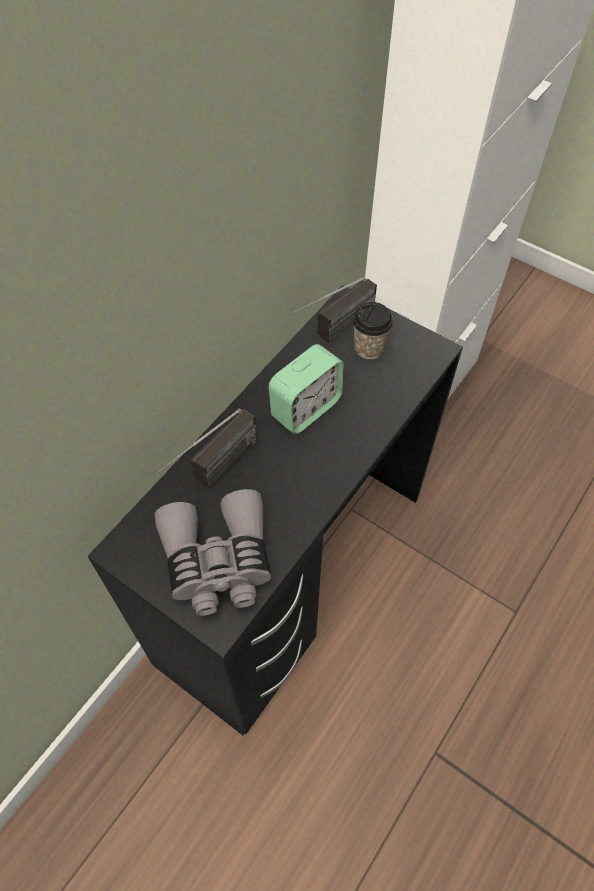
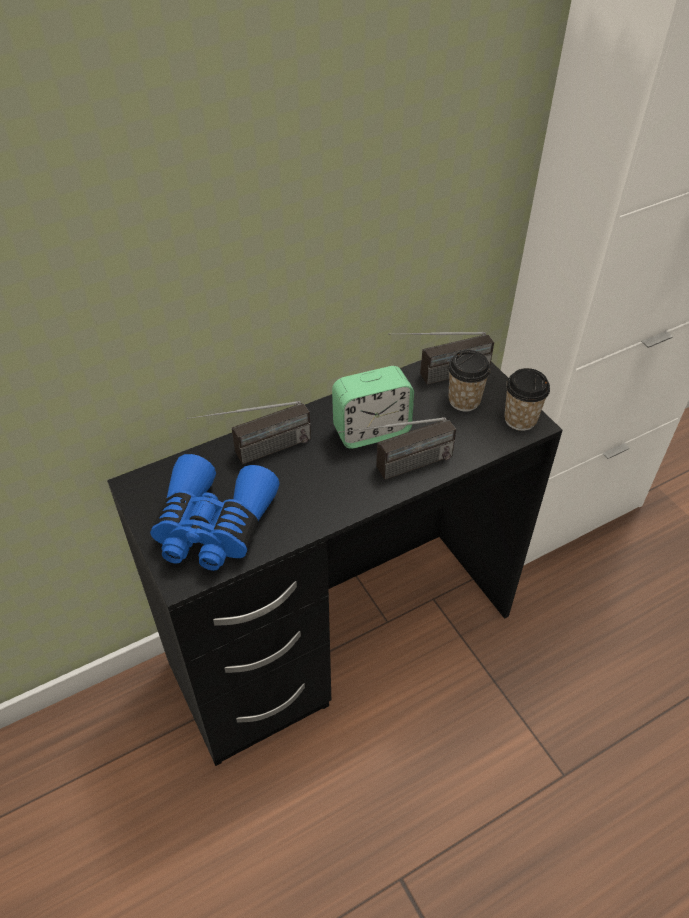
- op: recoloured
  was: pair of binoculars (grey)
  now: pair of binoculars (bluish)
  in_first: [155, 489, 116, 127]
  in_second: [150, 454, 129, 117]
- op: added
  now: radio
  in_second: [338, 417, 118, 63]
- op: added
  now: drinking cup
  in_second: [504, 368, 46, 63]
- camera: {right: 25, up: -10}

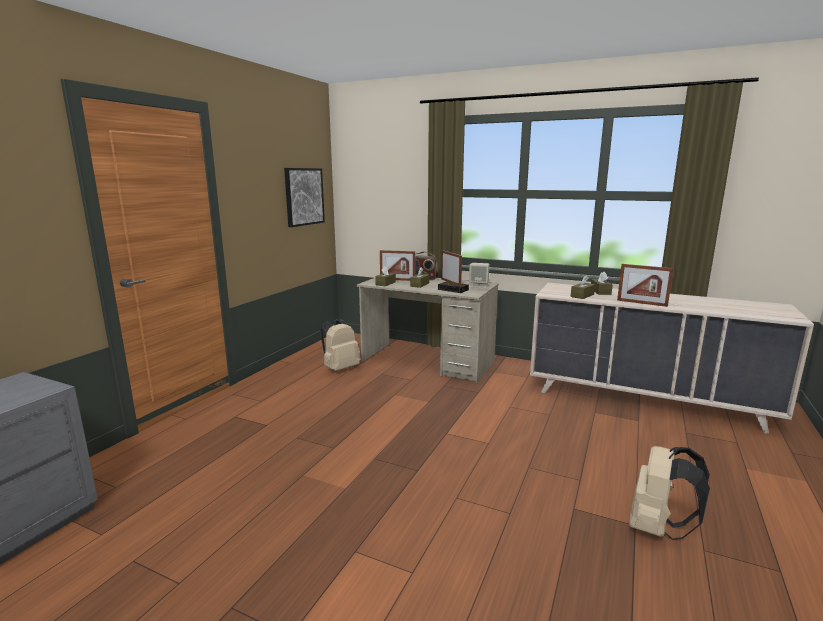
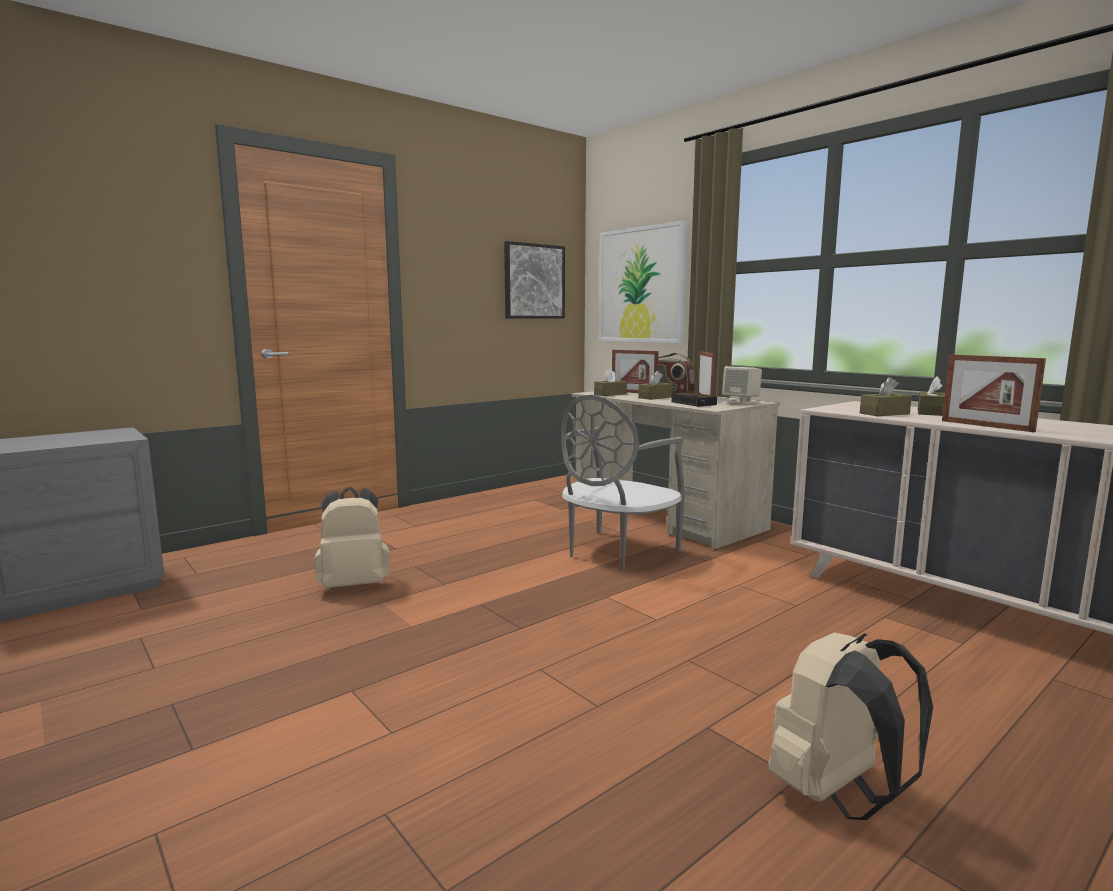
- op: moved
  was: backpack (beige)
  in_first: [320, 319, 41, 52]
  in_second: [314, 487, 77, 101]
- op: added
  now: plain chair (grey)
  in_second: [561, 395, 124, 176]
- op: added
  now: wall picture
  in_second: [599, 221, 89, 122]
- camera: {right: 25, up: -5}

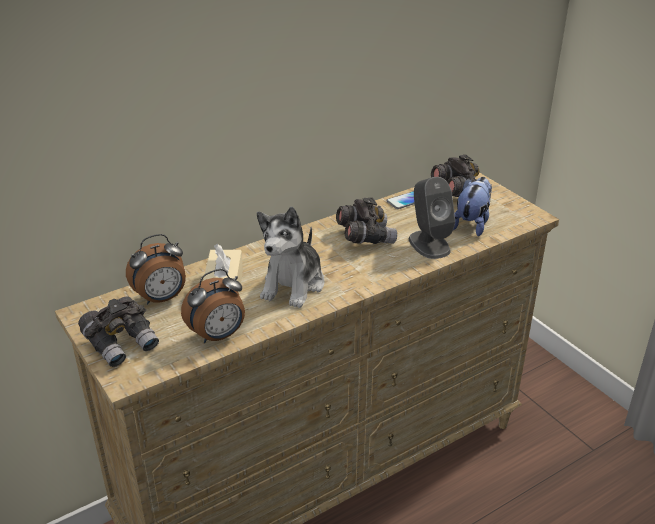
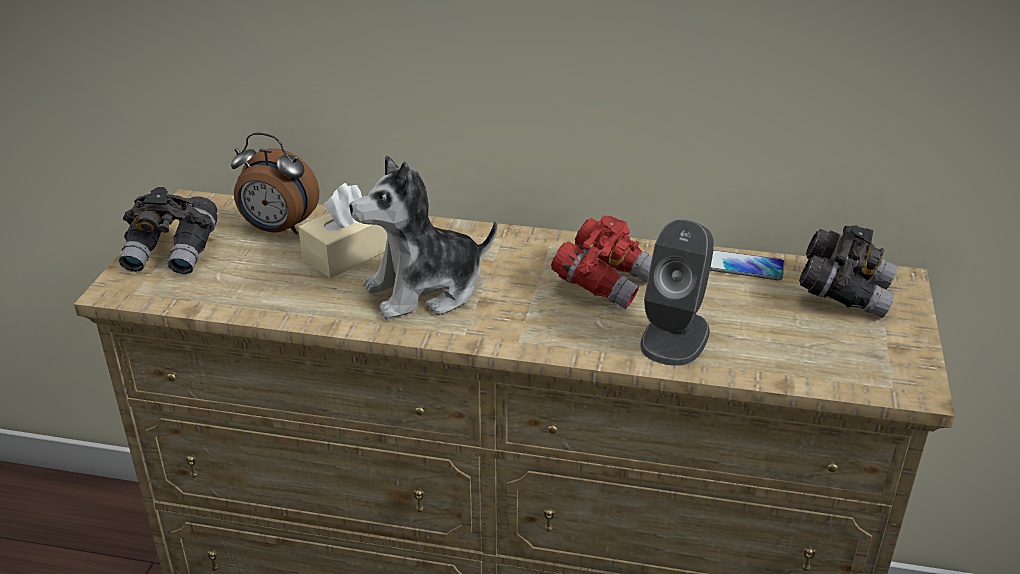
- op: recoloured
  was: pair of binoculars (grey)
  now: pair of binoculars (red)
  in_first: [336, 197, 61, 47]
  in_second: [551, 216, 101, 93]
- op: removed
  was: bedside clock
  in_first: [181, 269, 64, 74]
- op: removed
  was: cuddly toy
  in_first: [453, 177, 39, 59]
- camera: {right: 45, up: 0}

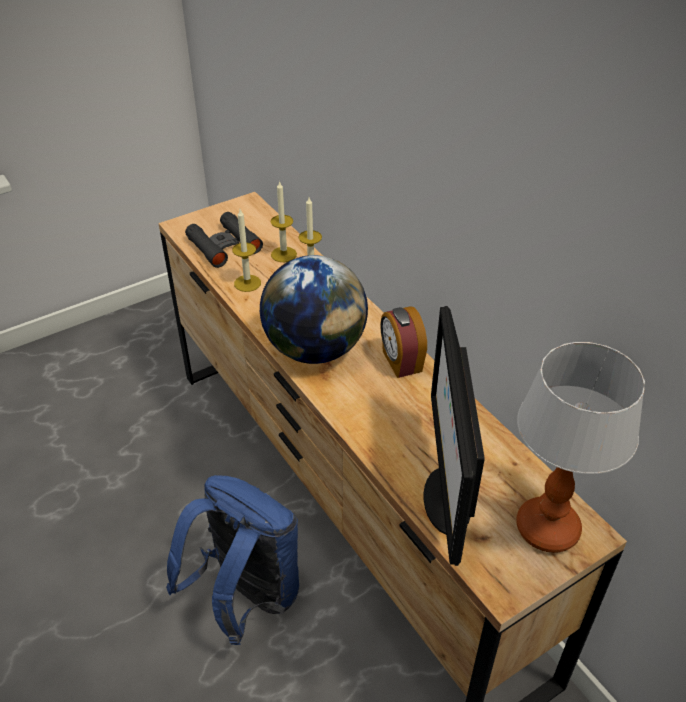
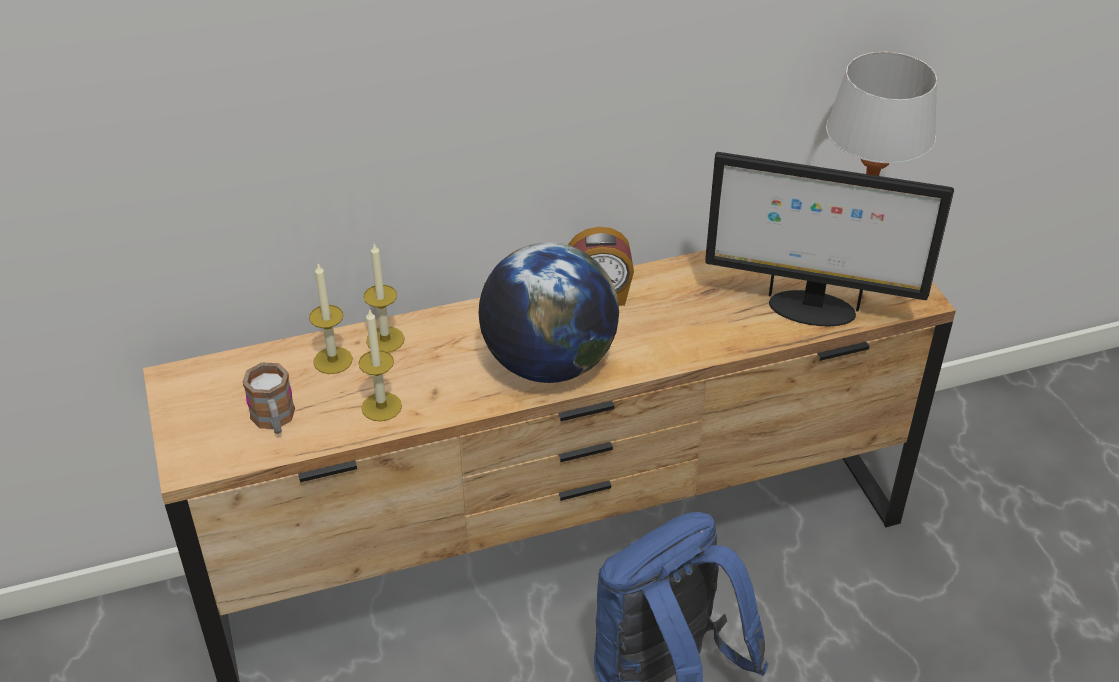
- op: replaced
  was: pair of binoculars (black-coloured)
  now: mug
  in_first: [185, 212, 78, 56]
  in_second: [242, 362, 53, 72]
- camera: {right: -75, up: 0}

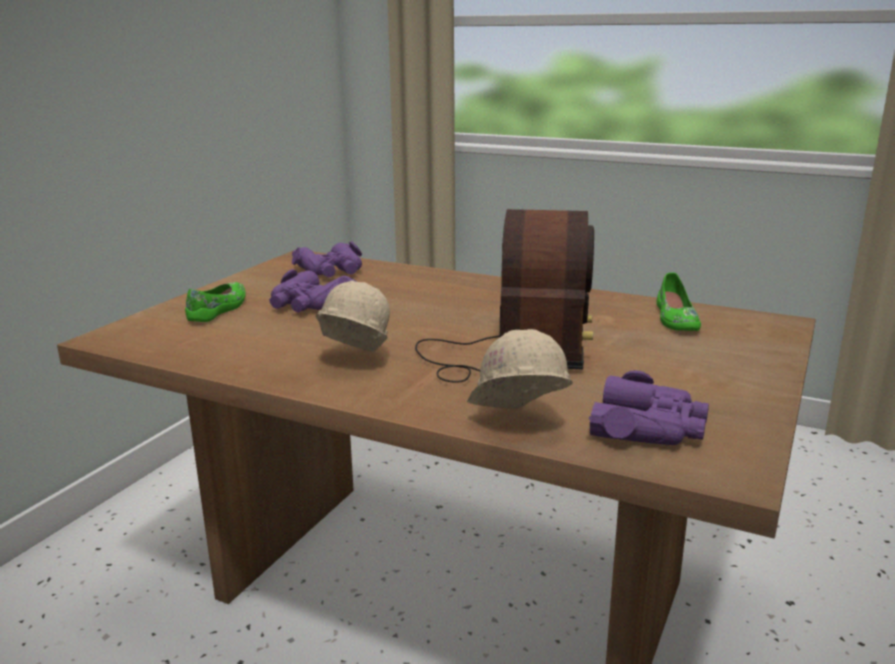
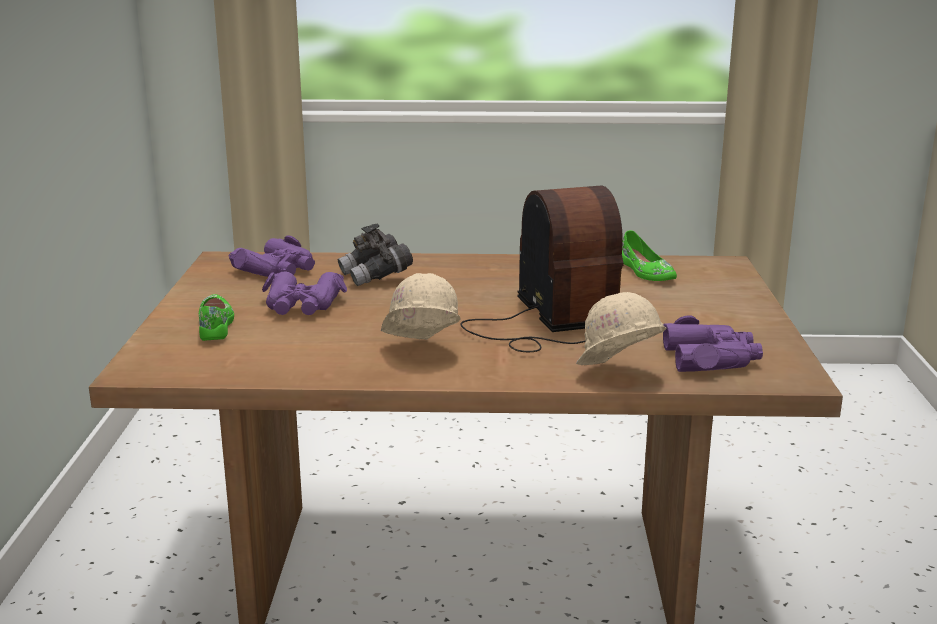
- op: added
  now: pair of binoculars (grey)
  in_second: [338, 224, 75, 62]
- camera: {right: -25, up: 0}

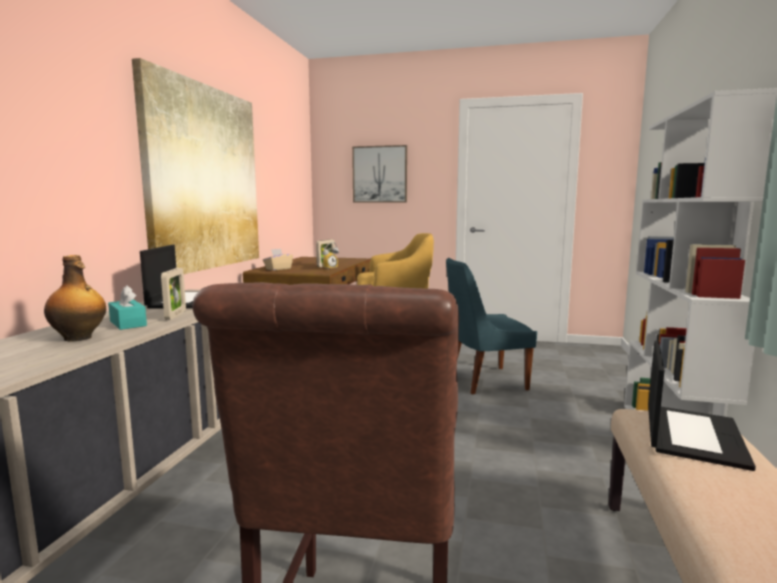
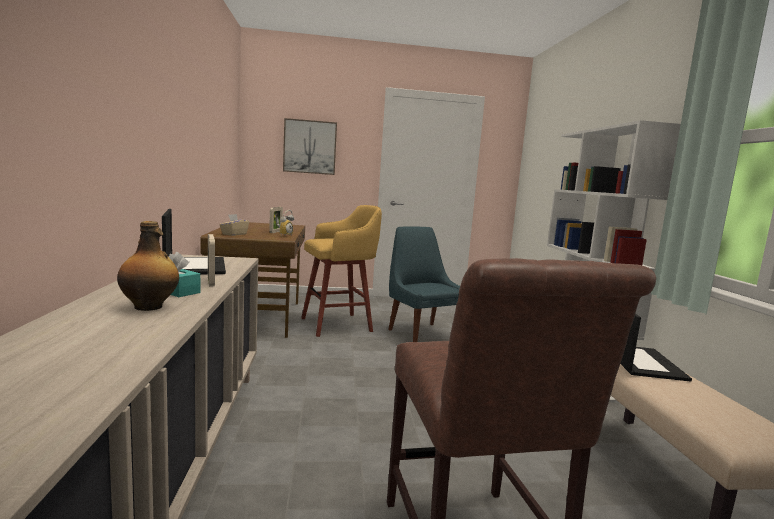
- op: turned
  was: plain chair (bluish)
  in_first: [446, 258, 91, 136]
  in_second: [388, 226, 72, 116]
  clockwise: 90
- op: removed
  was: wall picture
  in_first: [132, 58, 127, 216]
- camera: {right: -20, up: 0}

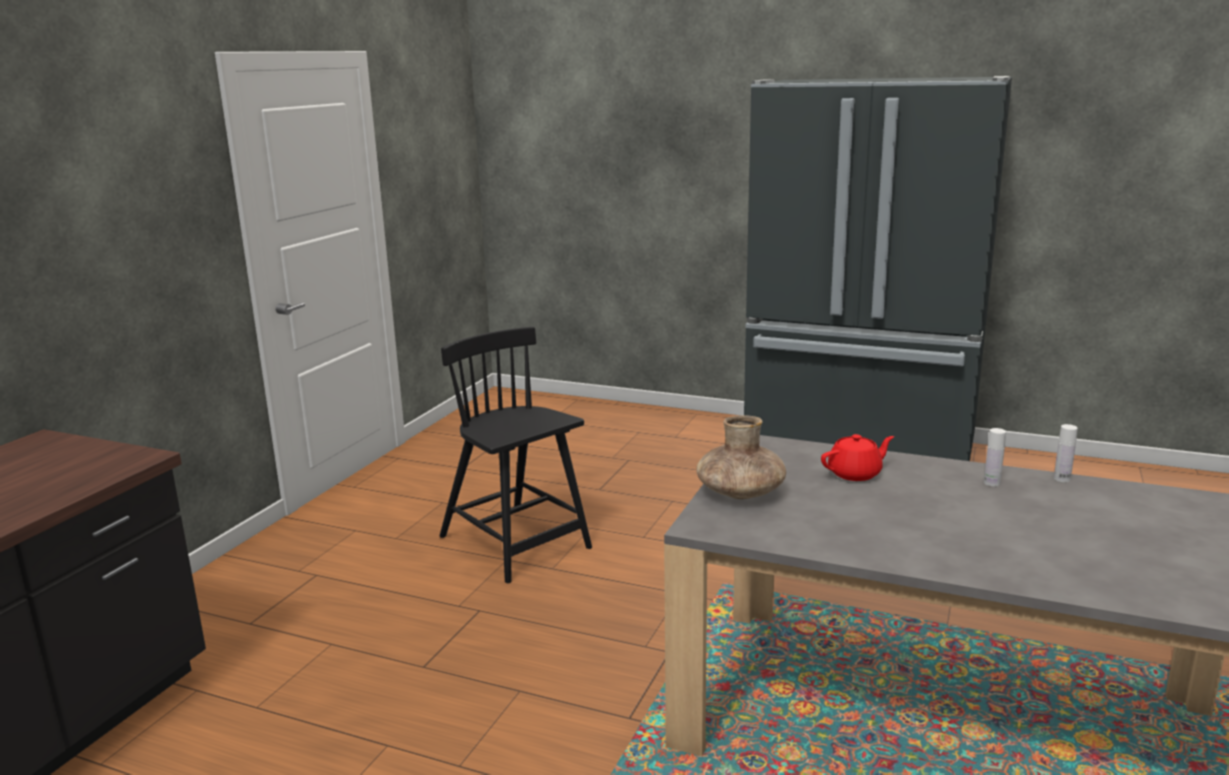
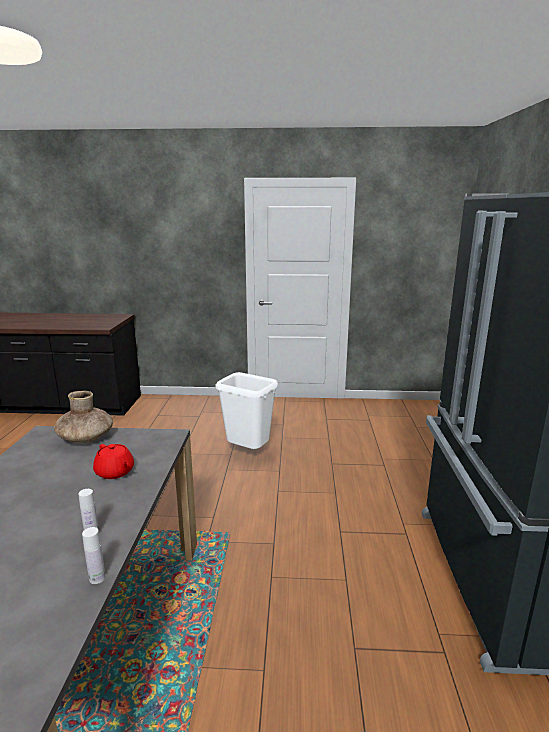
- op: replaced
  was: plain chair (black-coloured)
  now: waste bin (white-coloured)
  in_first: [440, 326, 152, 257]
  in_second: [216, 372, 62, 77]
- camera: {right: 70, up: 0}

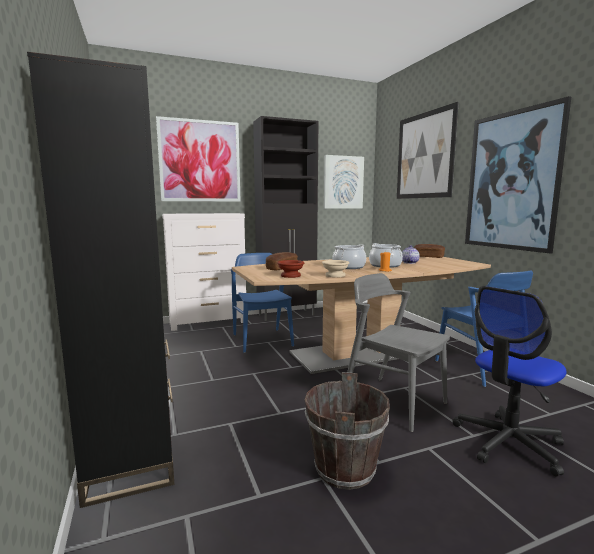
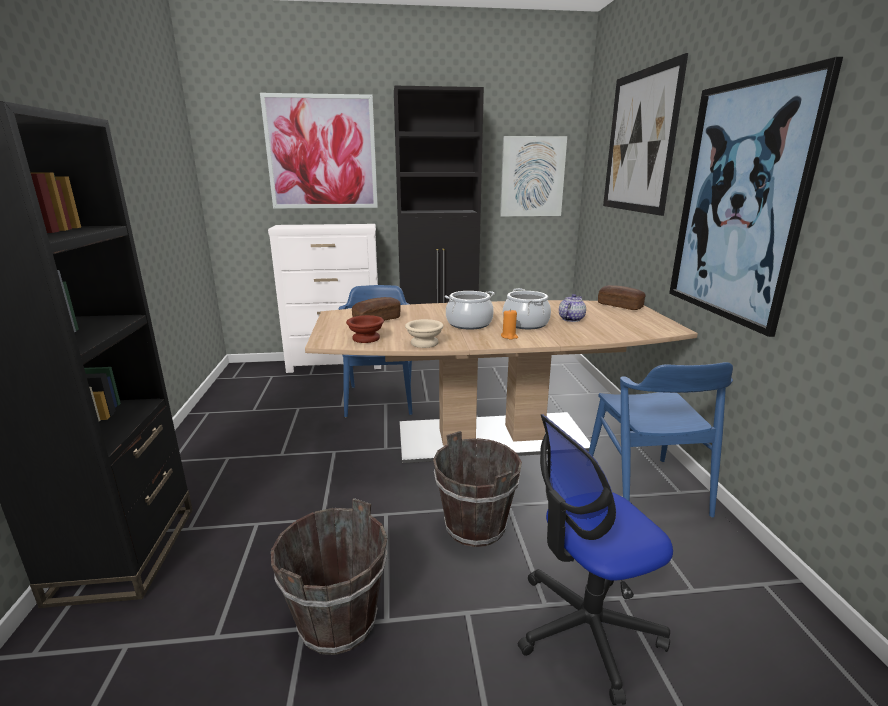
- op: replaced
  was: plain chair (grey)
  now: water bucket (brownish)
  in_first: [347, 273, 103, 159]
  in_second: [433, 431, 89, 116]
- camera: {right: 15, up: 10}

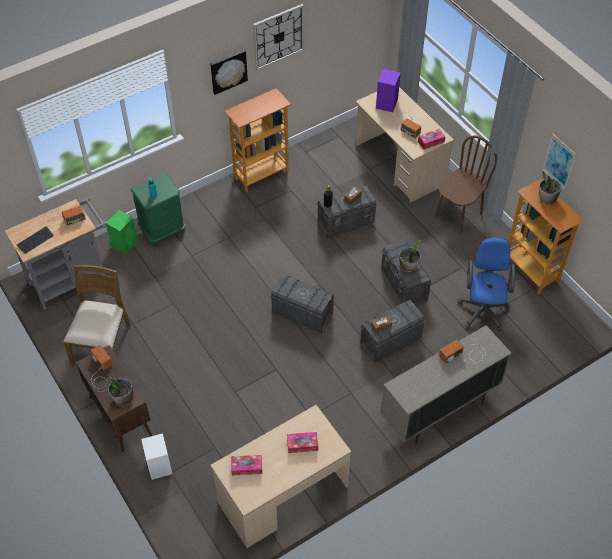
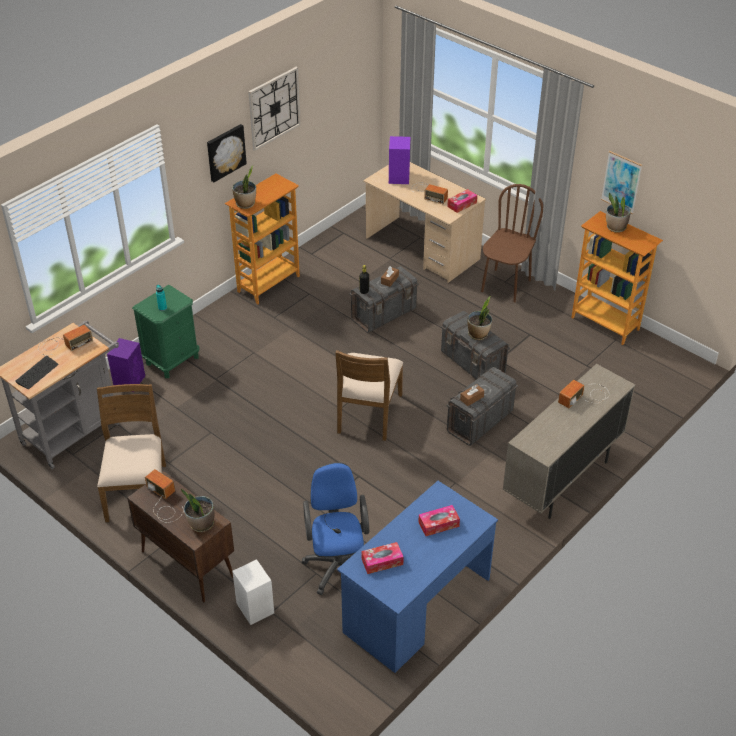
- op: recoloured
  was: speaker (greenish)
  now: speaker (purple-coloured)
  in_first: [106, 210, 32, 44]
  in_second: [107, 338, 38, 54]
- op: added
  now: houseplant
  in_second: [232, 166, 24, 43]
- op: moved
  was: computer chair (bluish)
  in_first: [458, 237, 57, 95]
  in_second: [302, 462, 67, 133]
- op: replaced
  was: storage container (grey)
  now: plain chair (brownish)
  in_first: [270, 275, 65, 58]
  in_second: [336, 350, 67, 91]
- op: recoloured
  was: desk (beige)
  now: desk (bluish)
  in_first: [210, 405, 141, 143]
  in_second: [337, 481, 161, 192]
- camera: {right: -15, up: -10}

